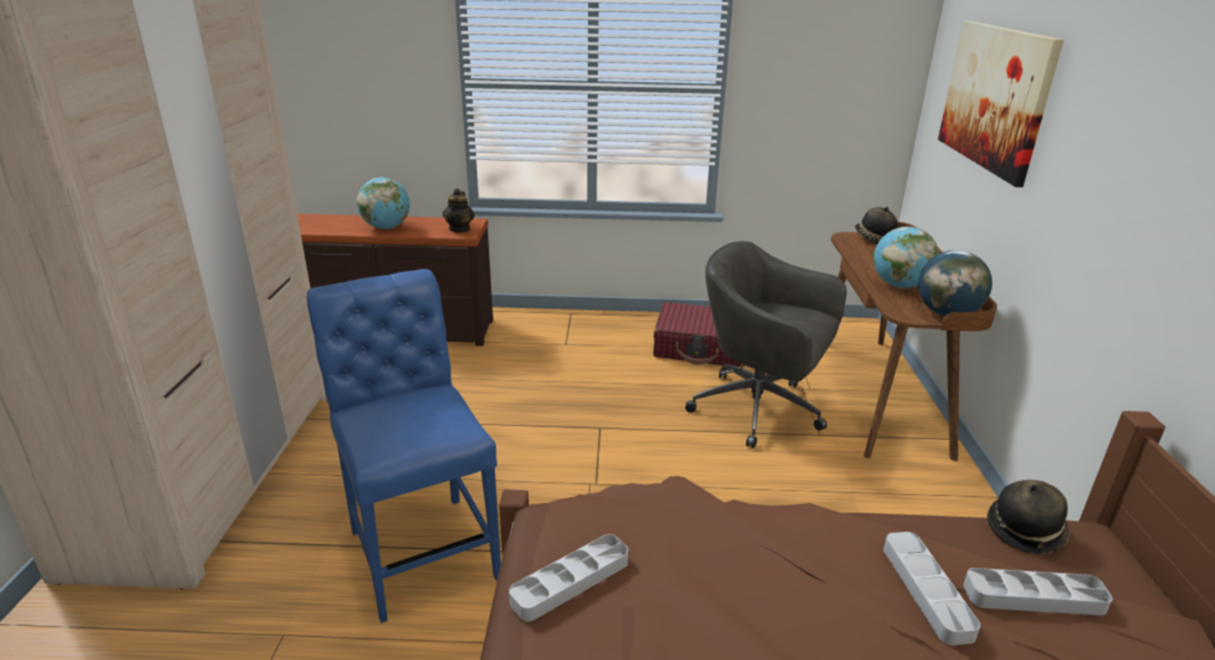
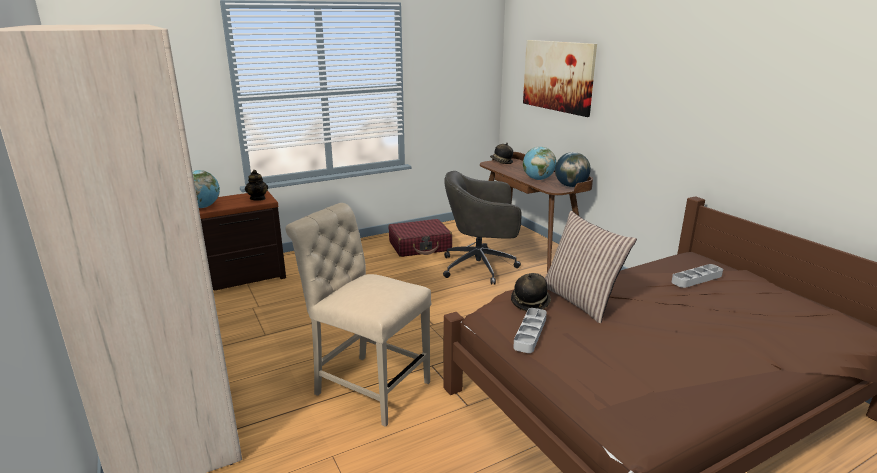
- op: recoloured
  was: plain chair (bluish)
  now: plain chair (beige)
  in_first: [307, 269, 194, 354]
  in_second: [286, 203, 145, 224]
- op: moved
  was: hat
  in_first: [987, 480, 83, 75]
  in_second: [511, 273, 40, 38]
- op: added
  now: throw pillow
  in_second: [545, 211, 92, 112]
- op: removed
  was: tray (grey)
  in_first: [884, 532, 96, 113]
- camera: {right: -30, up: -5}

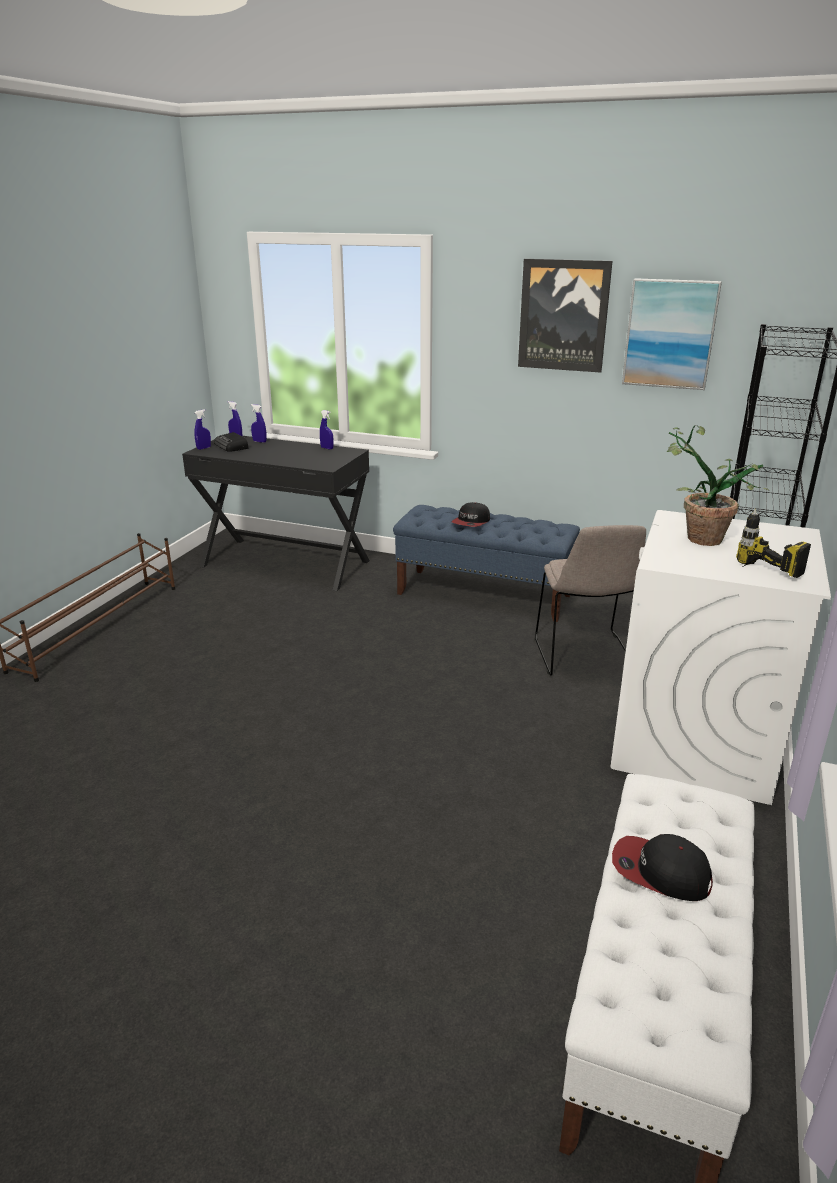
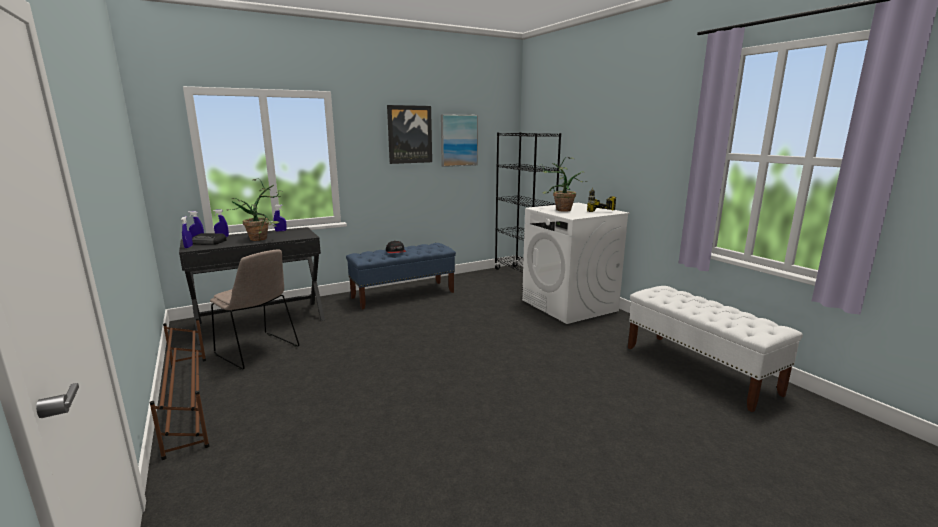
- op: moved
  was: plain chair (beige)
  in_first: [535, 525, 111, 151]
  in_second: [210, 250, 89, 120]
- op: added
  now: houseplant
  in_second: [226, 178, 57, 63]
- op: removed
  was: cap
  in_first: [612, 834, 101, 67]
- camera: {right: -50, up: -10}

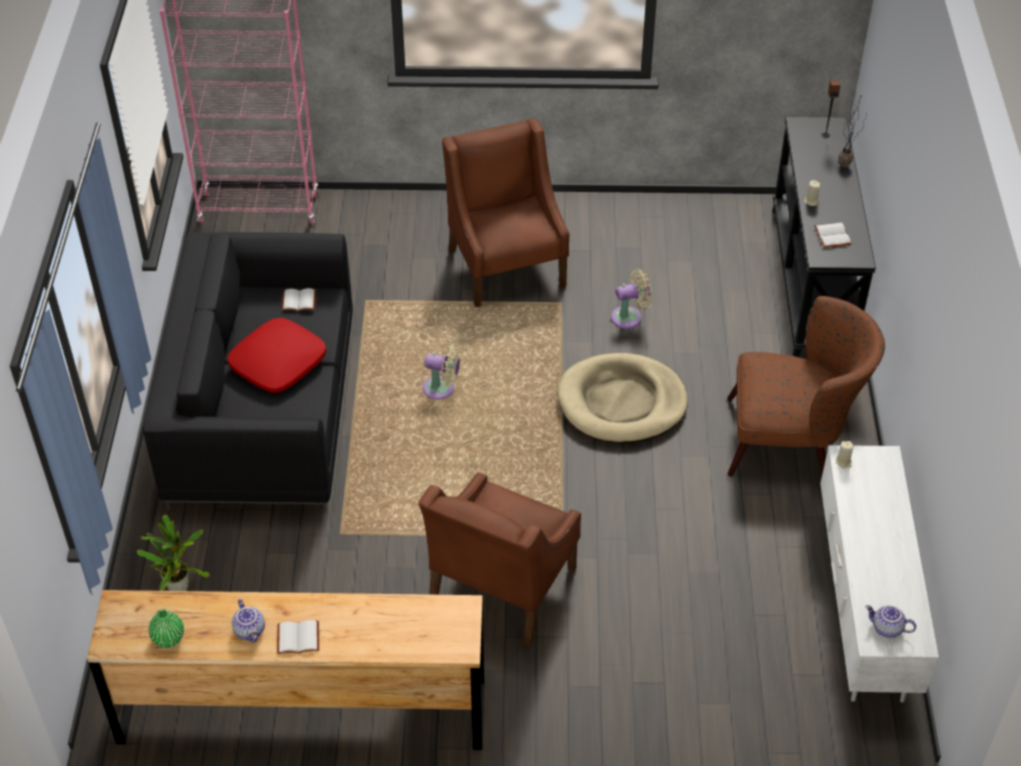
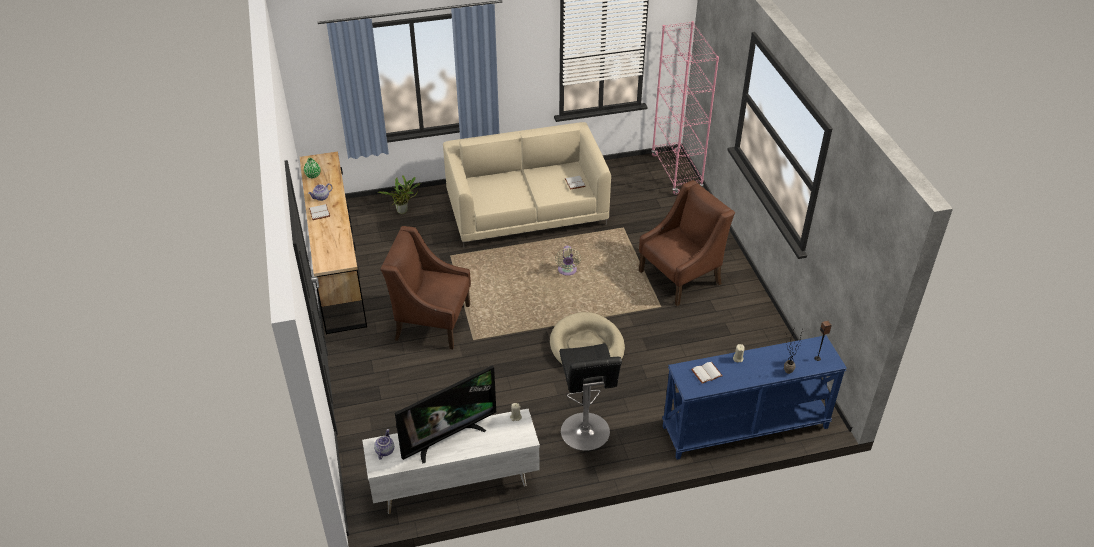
- op: added
  now: television
  in_second: [395, 366, 101, 98]
- op: recoloured
  was: couch (black-coloured)
  now: couch (beige)
  in_first: [142, 232, 211, 280]
  in_second: [443, 122, 168, 125]
- op: replaced
  was: armchair (brownish)
  now: sitting stool (black-coloured)
  in_first: [727, 296, 158, 181]
  in_second: [559, 343, 63, 108]
- op: recoloured
  was: hall table (black-coloured)
  now: hall table (bluish)
  in_first: [773, 117, 103, 240]
  in_second: [662, 335, 185, 125]
- op: removed
  was: throw pillow (red)
  in_first: [228, 318, 98, 75]
- op: removed
  was: electric fan (beige)
  in_first: [611, 269, 41, 60]
- camera: {right: 75, up: -5}

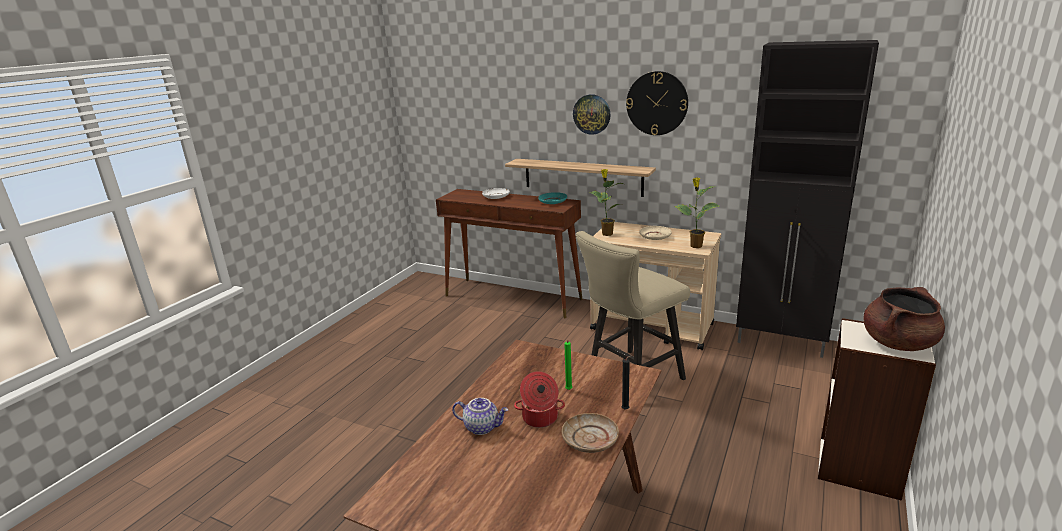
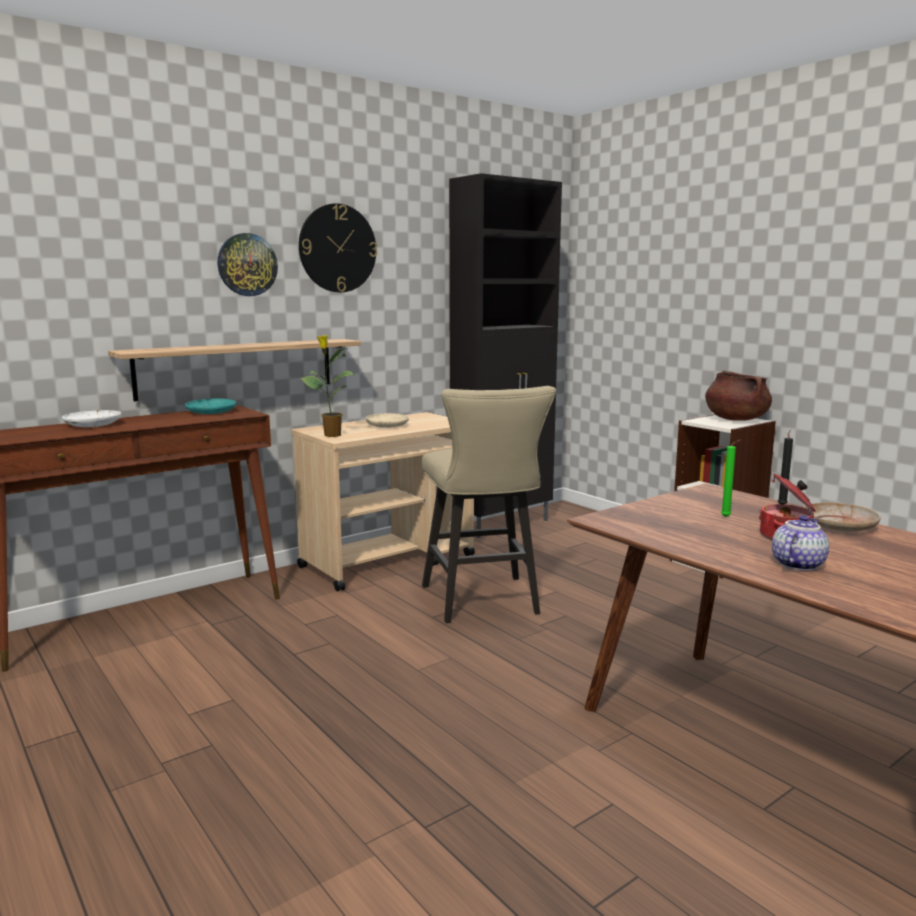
- op: removed
  was: houseplant
  in_first: [674, 177, 46, 71]
- camera: {right: -65, up: -10}

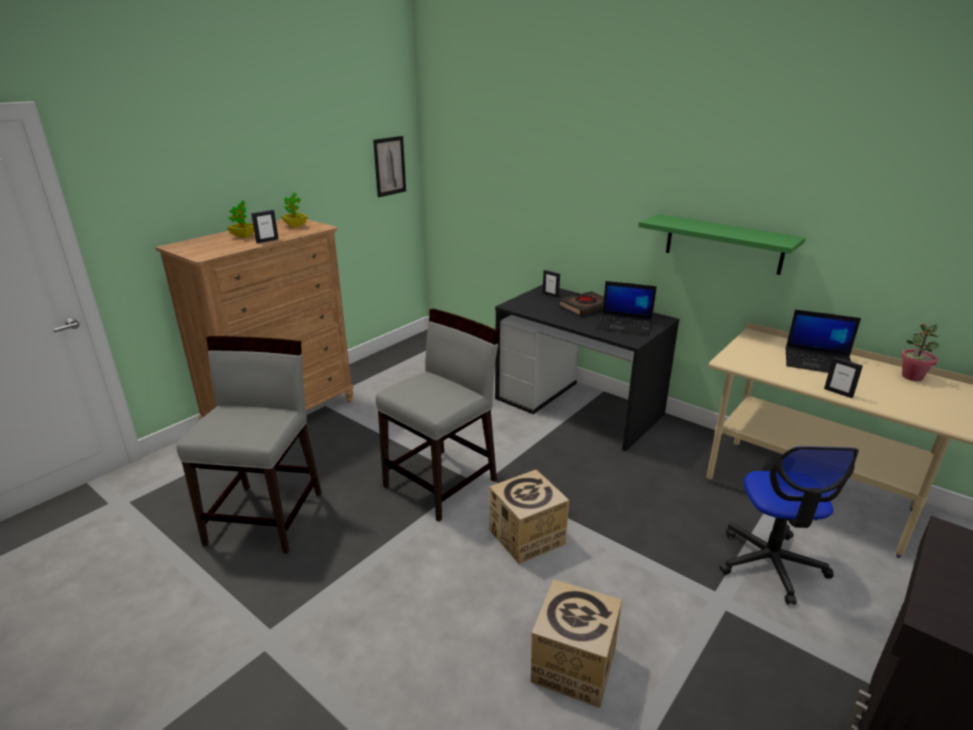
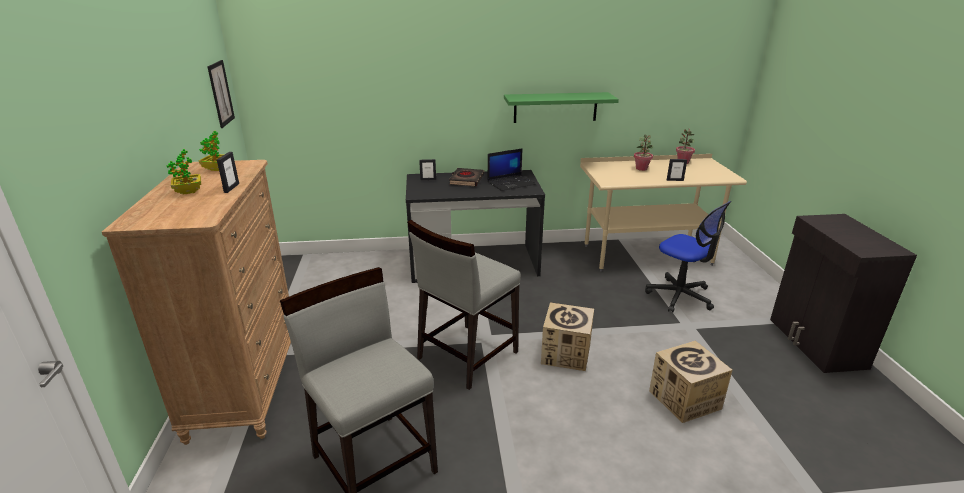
- op: turned
  was: plain chair (grey)
  in_first: [376, 309, 124, 213]
  in_second: [407, 220, 114, 170]
  clockwise: -135
- op: replaced
  was: portable computer
  now: houseplant
  in_first: [786, 310, 75, 63]
  in_second: [634, 135, 19, 36]
- camera: {right: -45, up: 0}

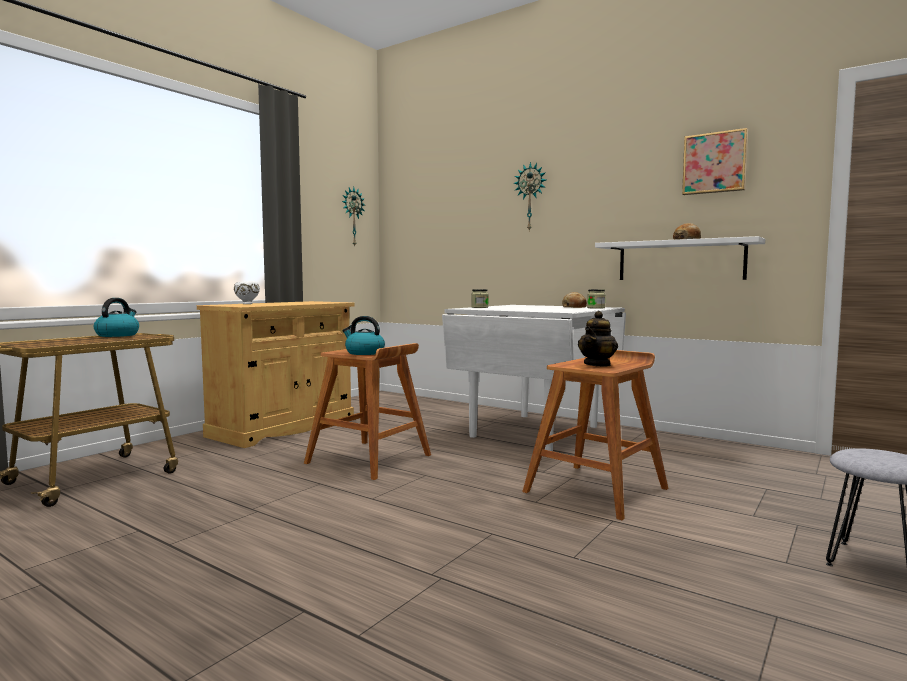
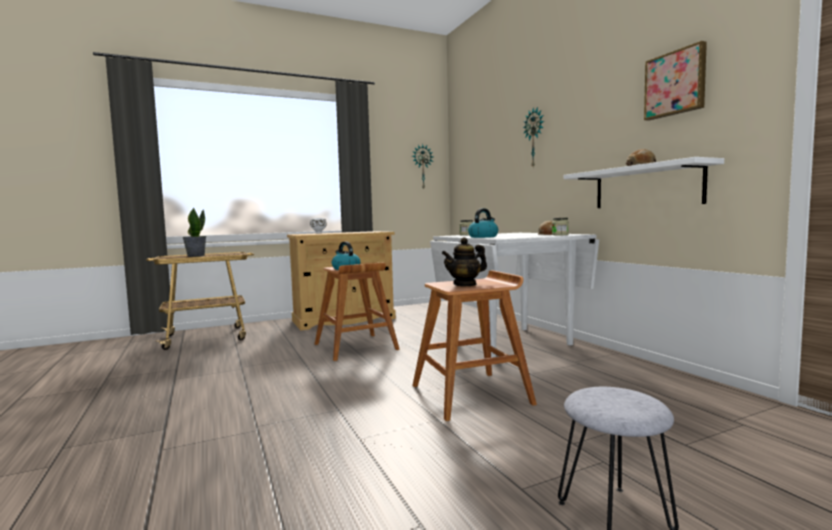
- op: added
  now: houseplant
  in_second: [183, 207, 23, 50]
- op: moved
  was: tea kettle
  in_first: [94, 298, 45, 39]
  in_second: [468, 208, 30, 30]
- camera: {right: 30, up: 0}

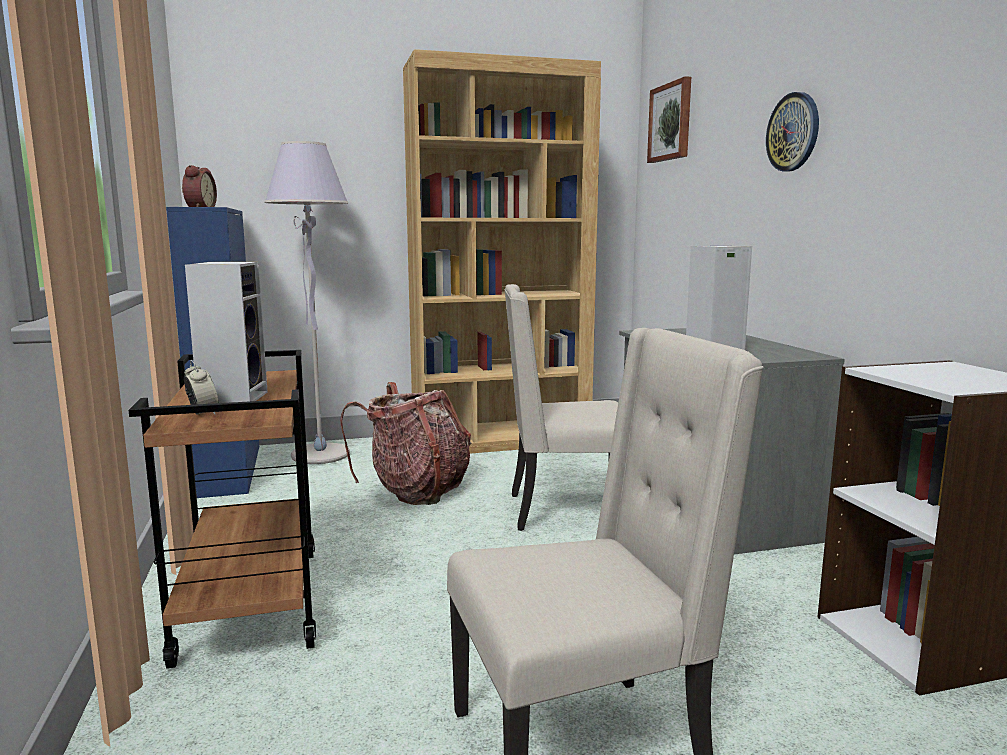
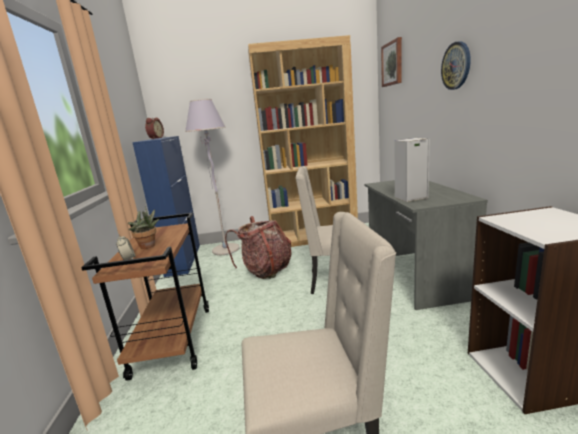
- op: replaced
  was: speaker
  now: houseplant
  in_first: [185, 262, 83, 141]
  in_second: [128, 207, 31, 42]
- camera: {right: 10, up: 5}

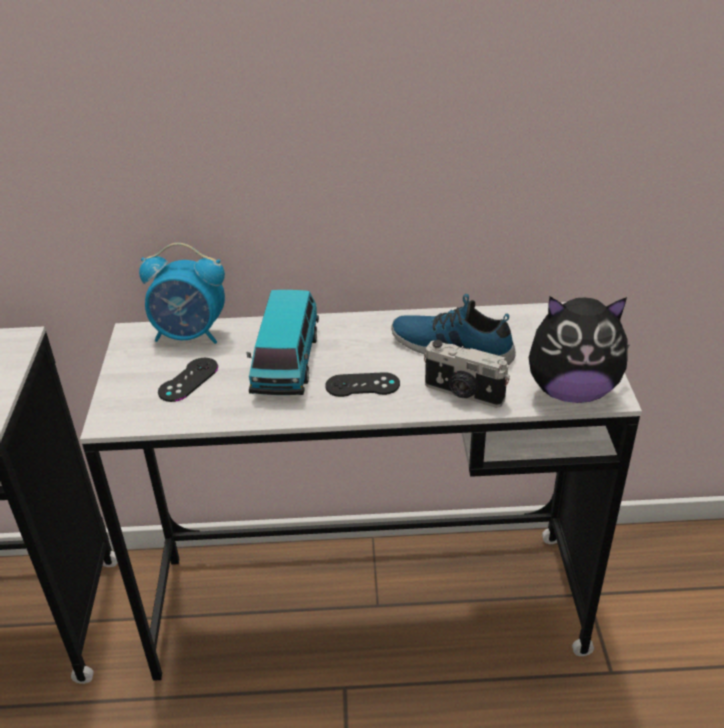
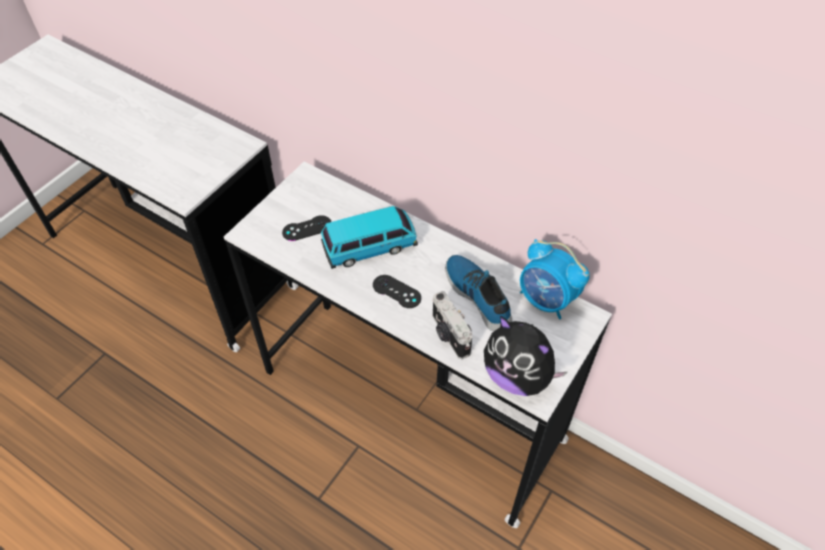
- op: turned
  was: model car
  in_first: [247, 290, 72, 105]
  in_second: [321, 206, 97, 63]
  clockwise: -150
- op: moved
  was: bedside clock
  in_first: [139, 243, 86, 101]
  in_second: [520, 239, 70, 81]
- camera: {right: 35, up: 15}

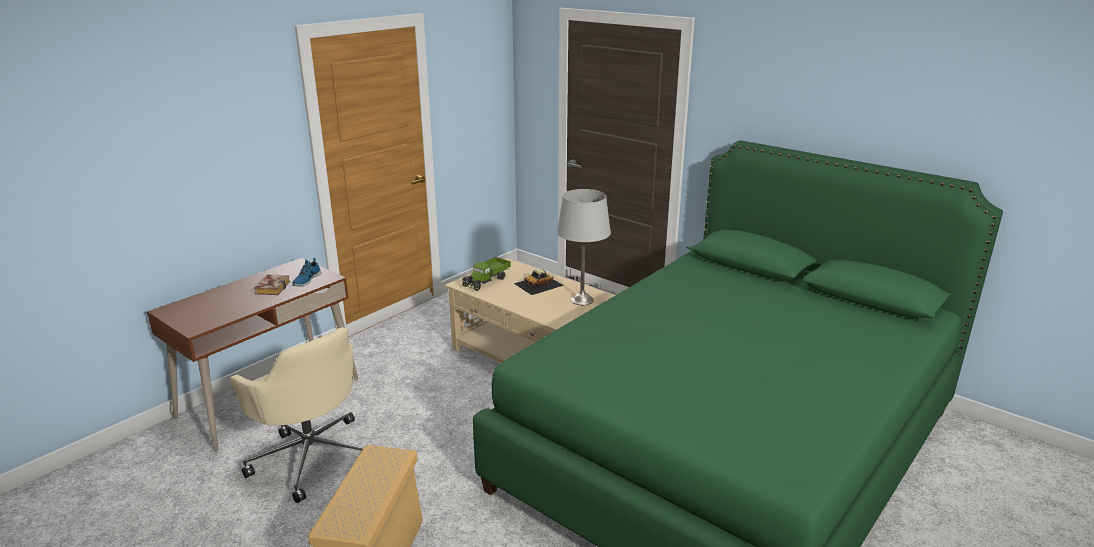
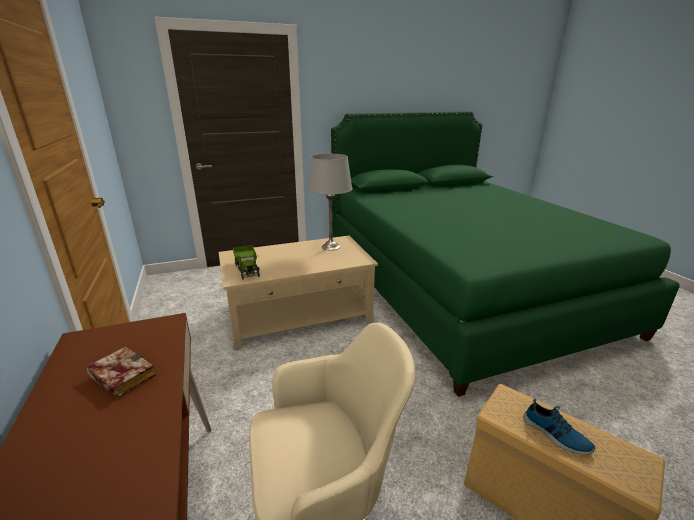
- op: moved
  was: shoe
  in_first: [292, 258, 29, 28]
  in_second: [523, 399, 72, 56]
- op: removed
  was: model car
  in_first: [514, 269, 50, 26]
- camera: {right: -60, up: 0}

